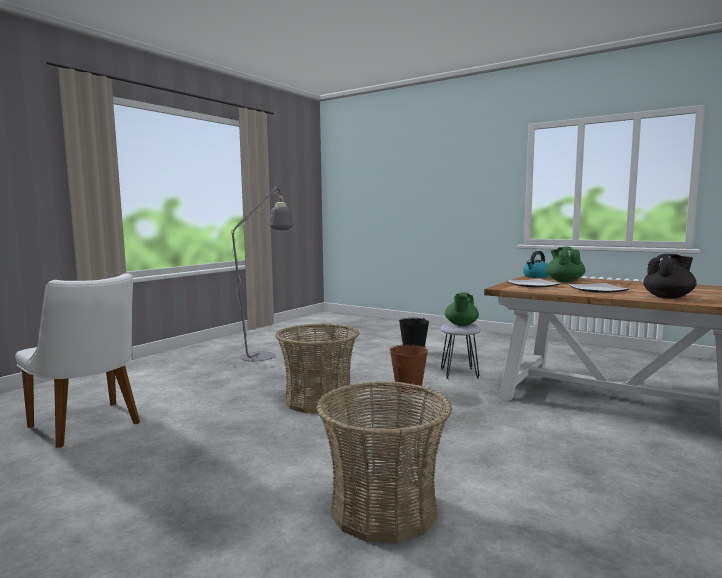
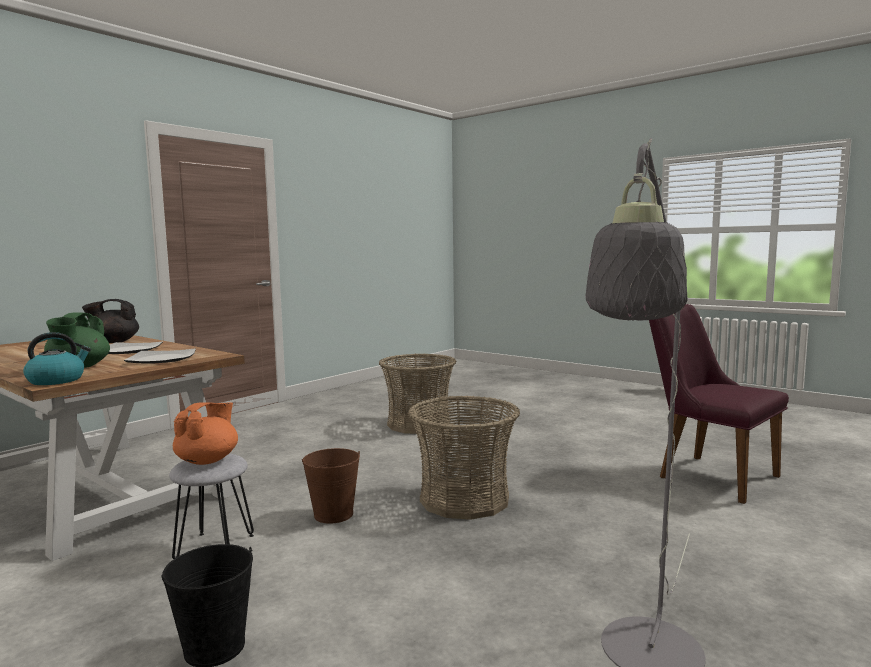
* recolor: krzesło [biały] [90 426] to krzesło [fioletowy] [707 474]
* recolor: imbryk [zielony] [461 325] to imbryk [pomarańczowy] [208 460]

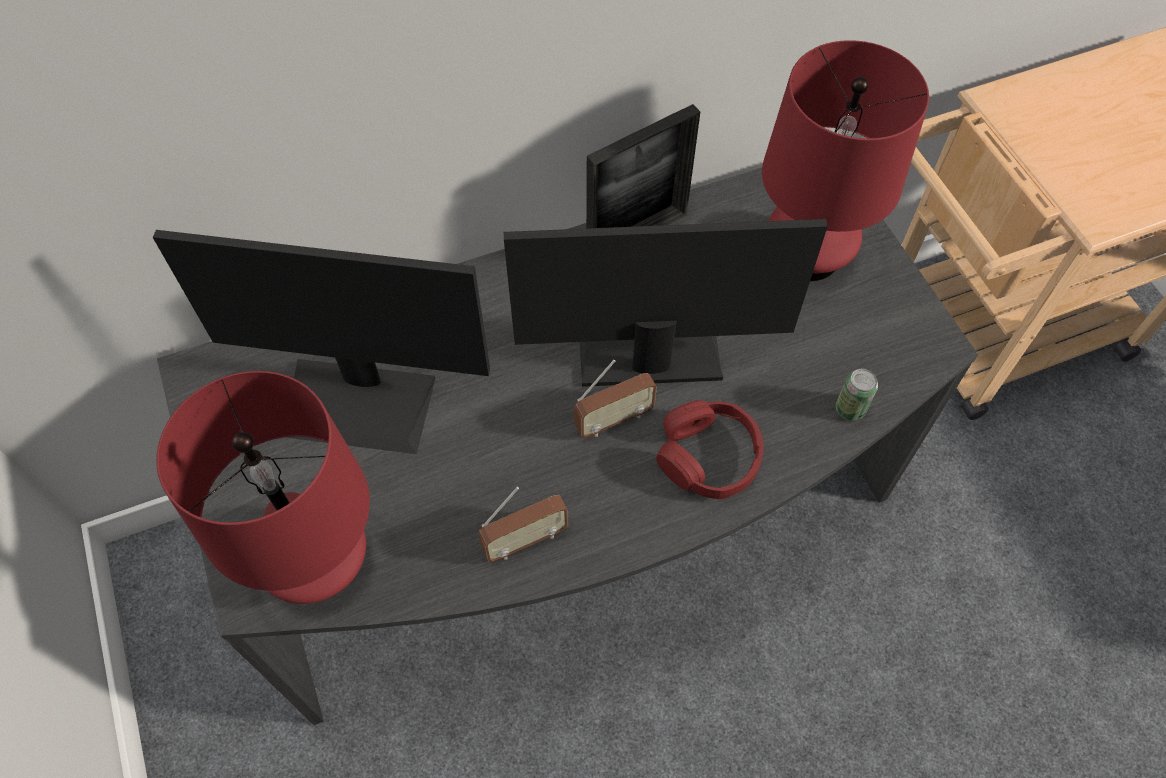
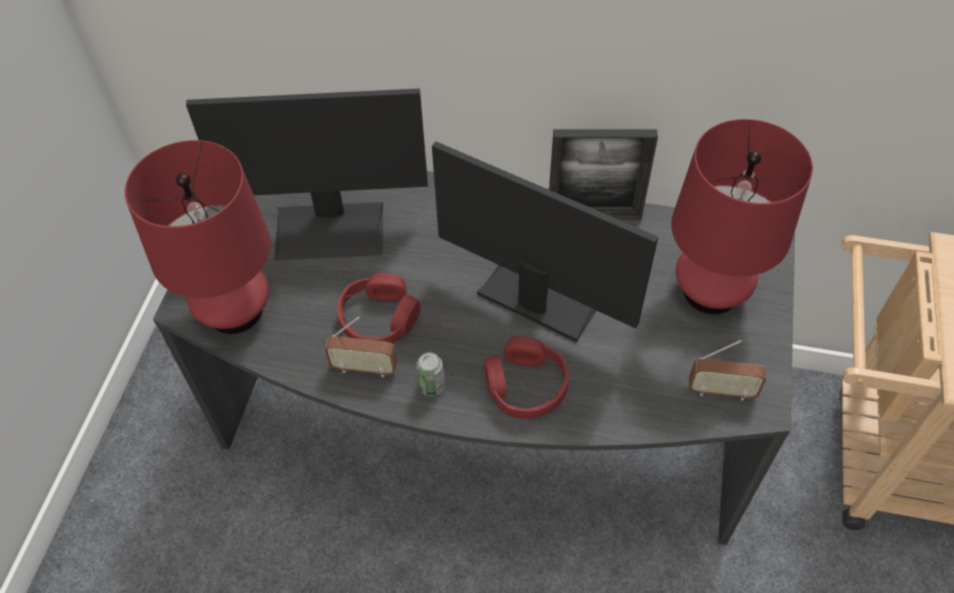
* insert: słuchawki [czerwony] [379 318]
* move: radio [613 420] to [721 391]
* move: puszka [850 409] to [431 386]
* rotate: monitor [358 403] = [330 229] 45 degrees counterclockwise

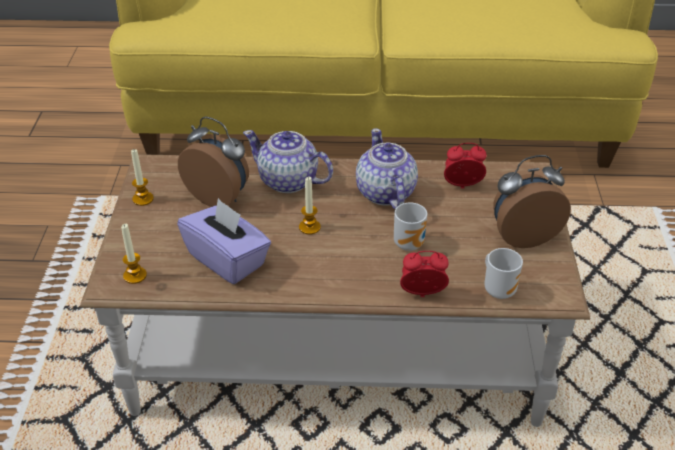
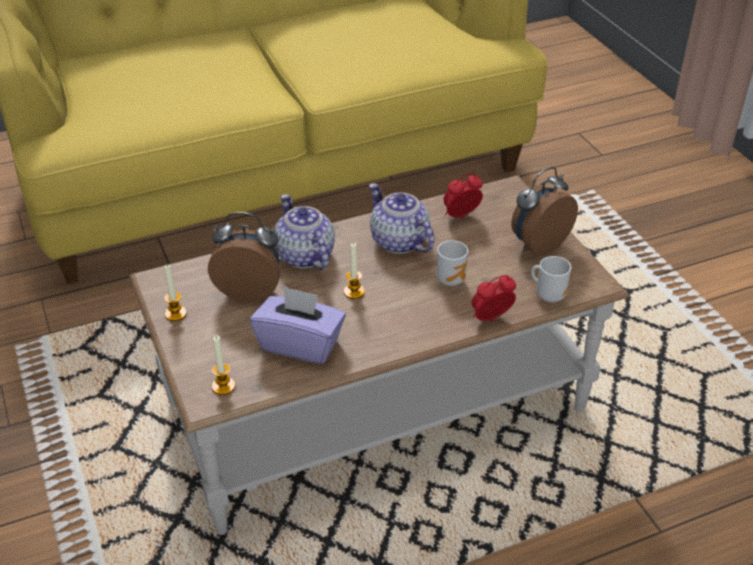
* rotate: imbryk [288 181] = [304 256] 60 degrees clockwise

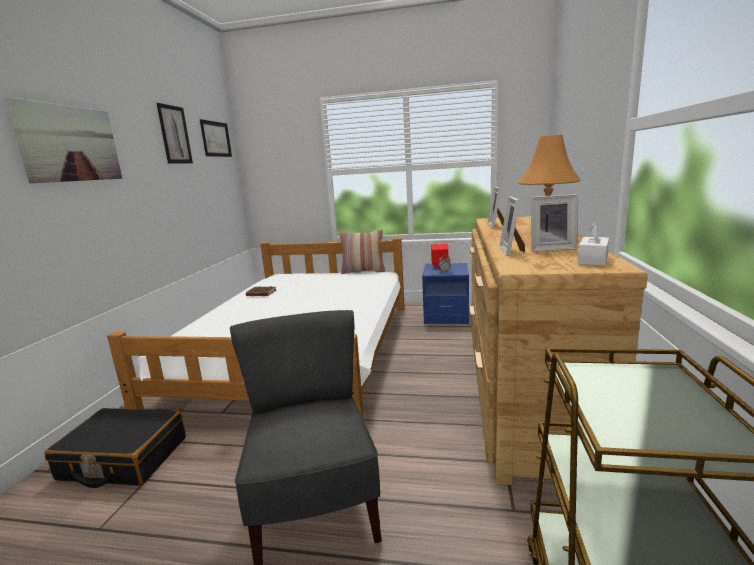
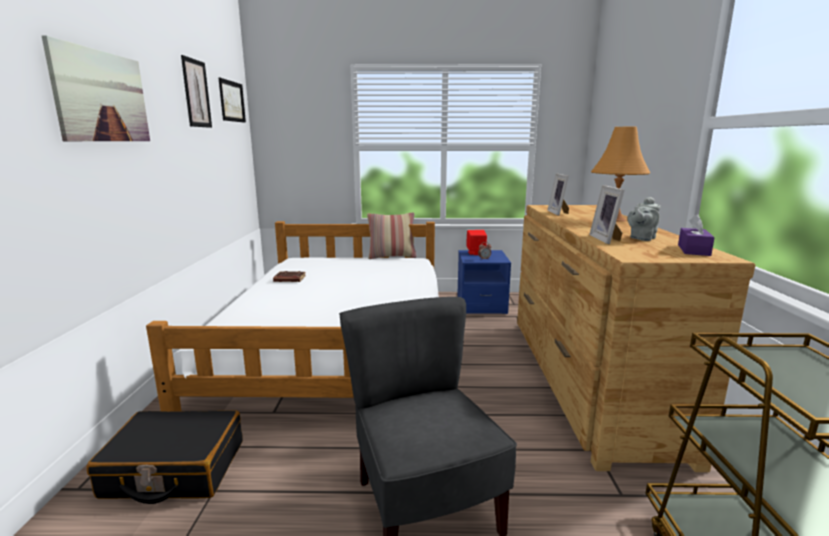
* replace: ramka na zdjęcie [551 249] to imbryk [szary] [641 238]
* recolor: pudełko chusteczek [biały] [592 260] to pudełko chusteczek [fioletowy] [693 250]

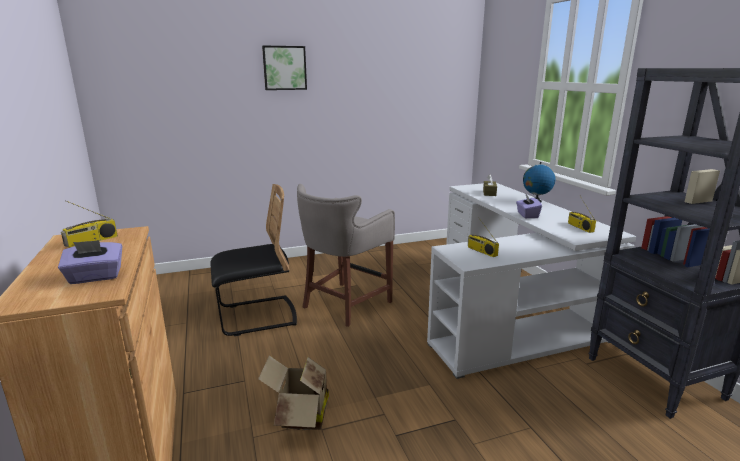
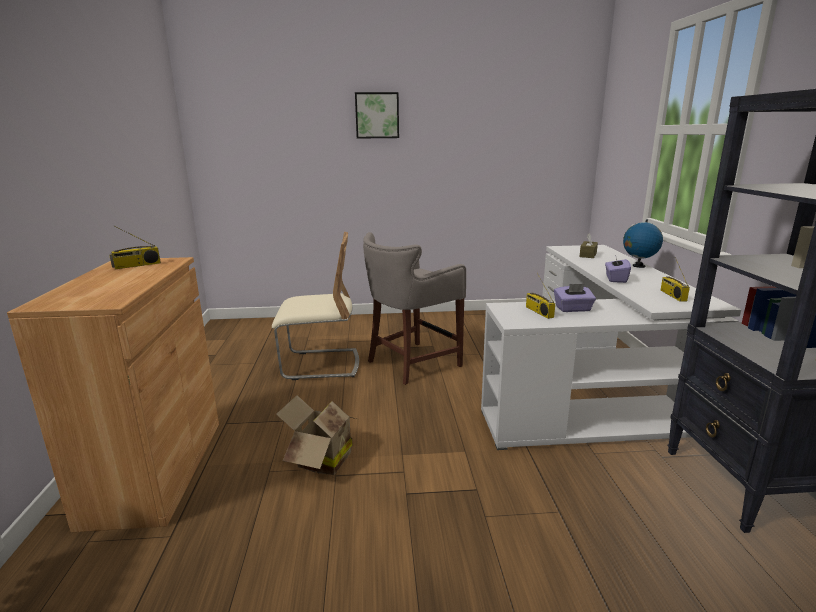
* move: pudełko chusteczek [fioletowy] [95 277] to [573 309]
* recolor: krzesło [czarny] [257 316] to krzesło [beżowy] [320 365]

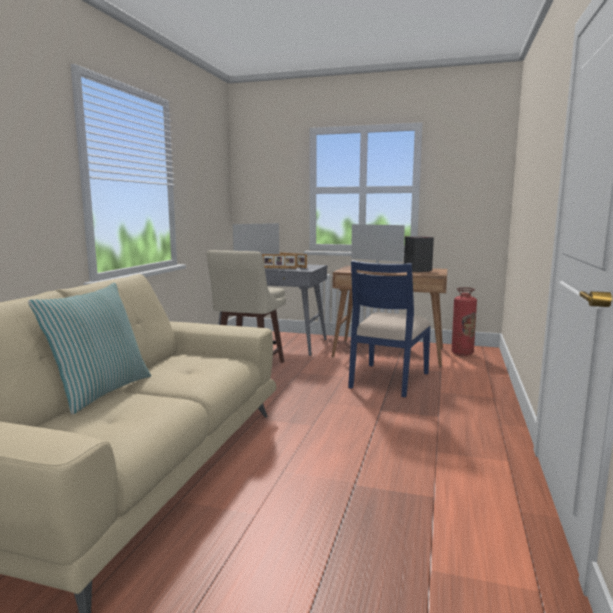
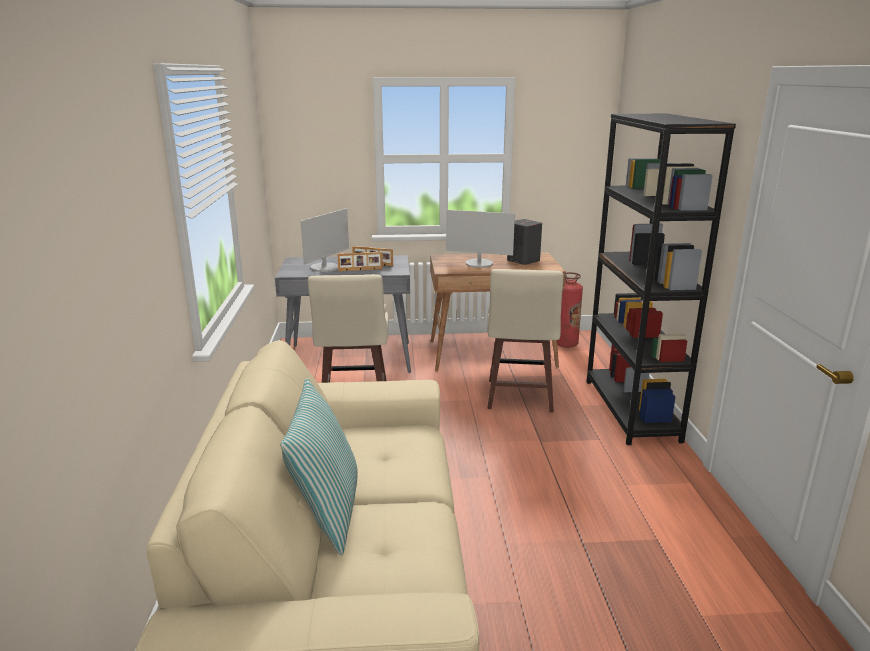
* insert: regał [czarny] [631 410]
* replace: krzesło [niebieski] [387 380] to stołek [beżowy] [519 397]

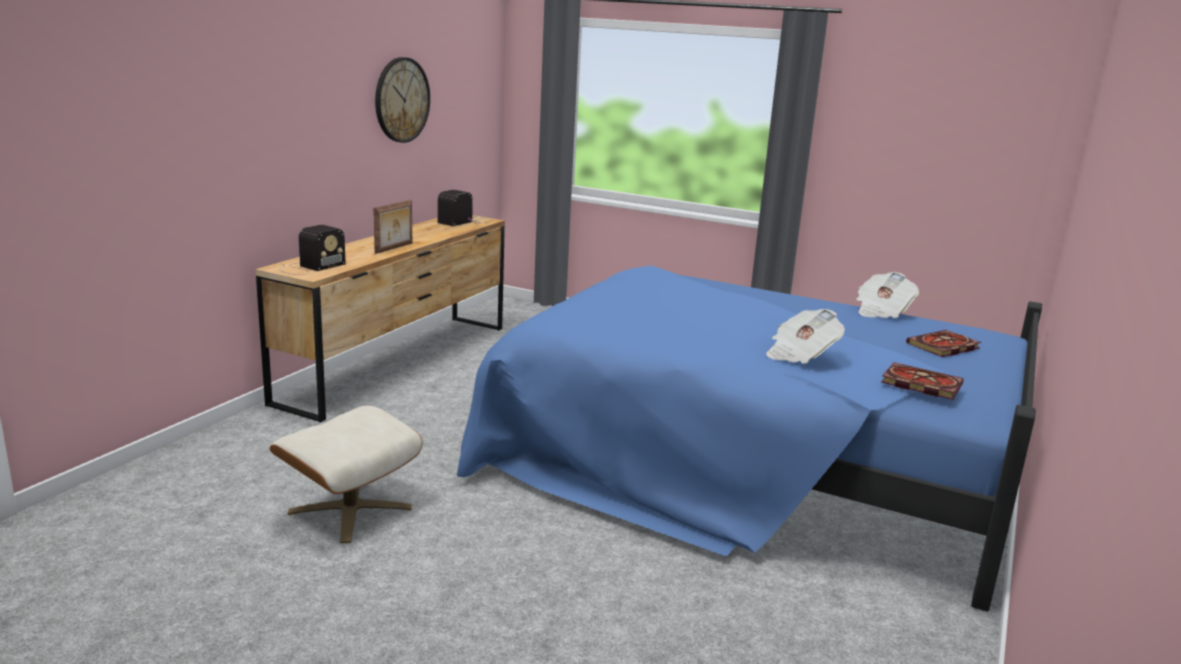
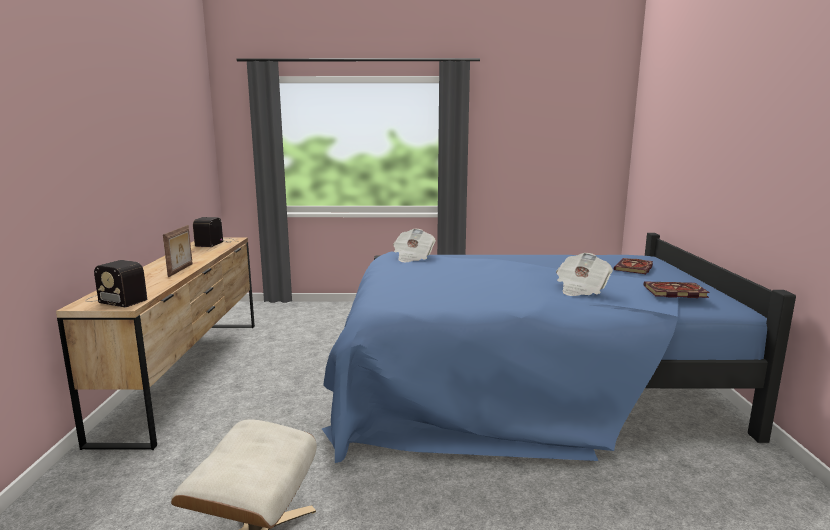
* delete: zegar ścienny [401 100]
* move: gazeta [881 311] to [413 257]
* rotate: radio [309 267] = [116 299] 105 degrees clockwise

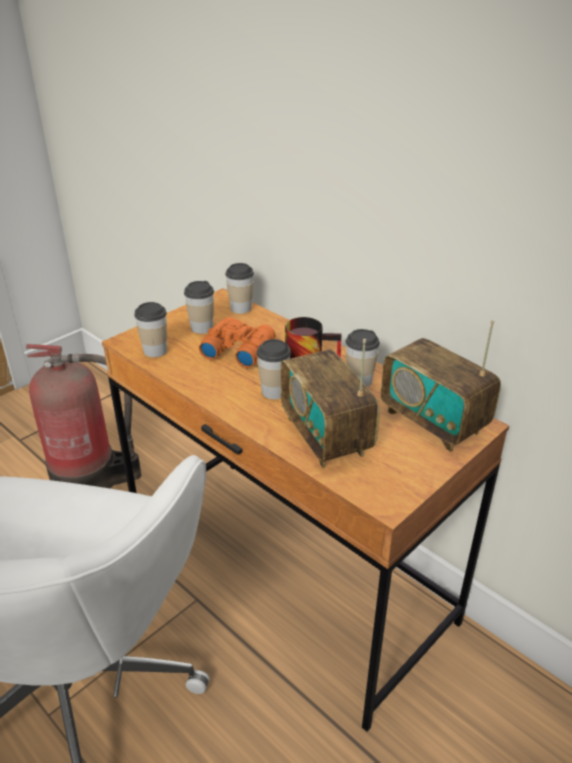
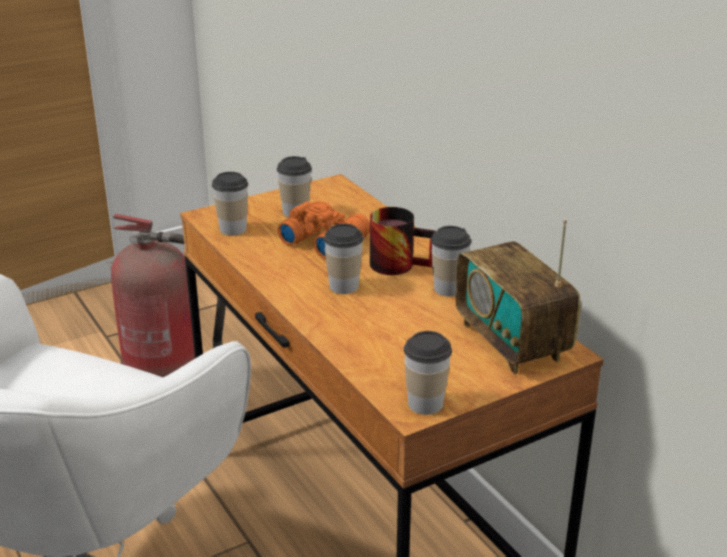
* delete: radio [326 436]
* move: filiżanka [241 308] to [425 403]

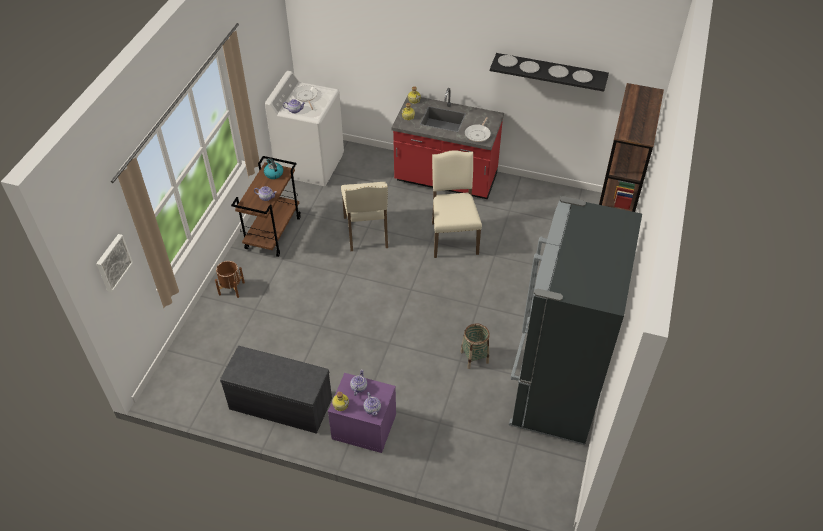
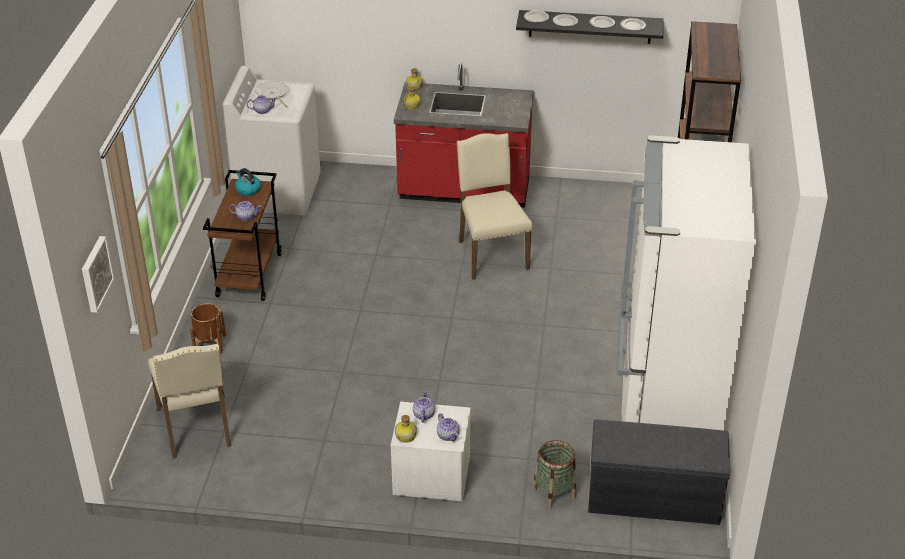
* delete: patelnia [478 134]
* move: ławka [szary] [279 404] to [652 497]
* move: krzesło [beżowy] [367 233] to [196 428]
* move: koszyk [474 357] to [554 493]
* recolor: szafka nocna [fioletowy] [363 427] to szafka nocna [biały] [430 476]
* recolor: lodówka [czarny] [555 388] to lodówka [biały] [665 403]

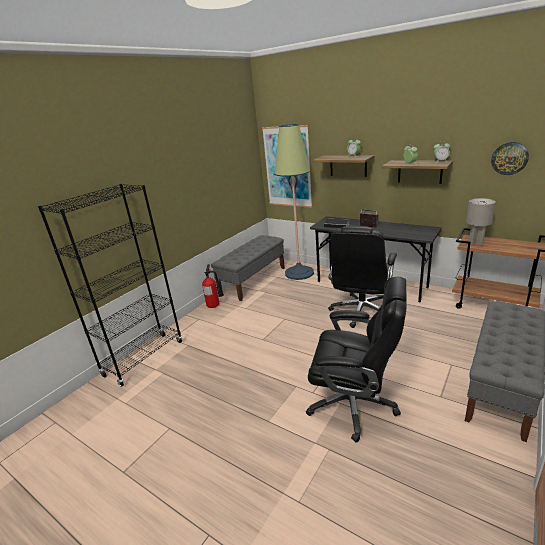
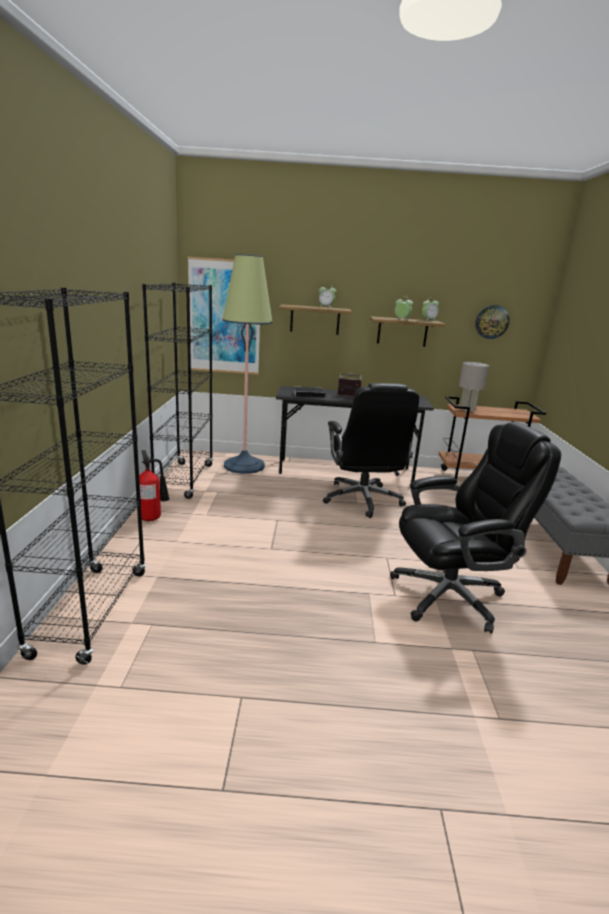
* replace: ławka [szary] [253 280] to regał [czarny] [184 480]

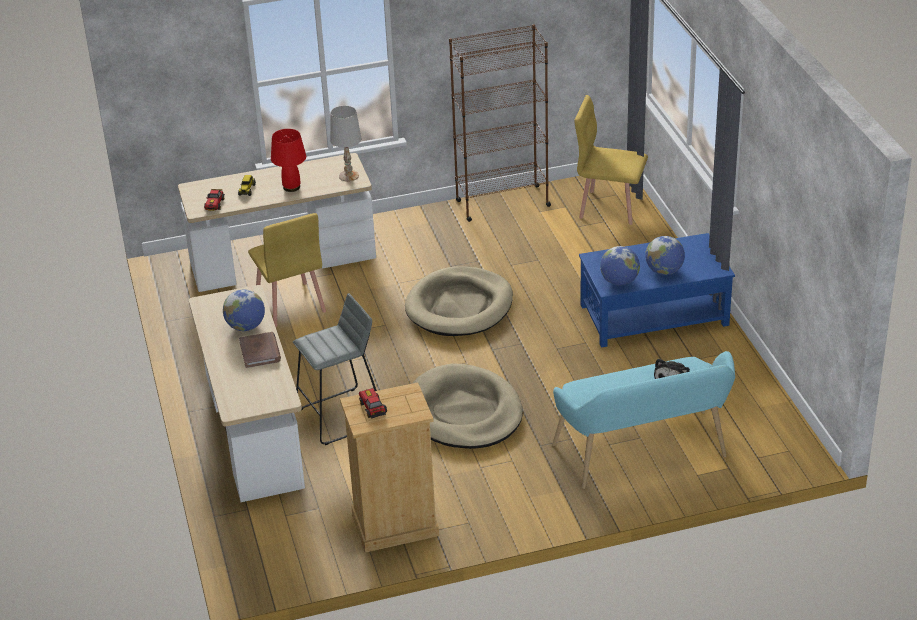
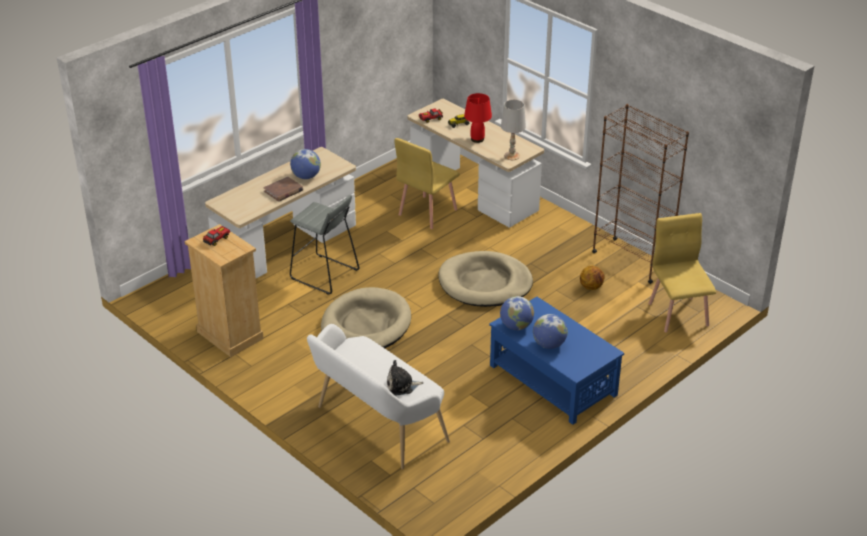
* insert: piłka do koszykówki [591 287]
* recolor: ławka [turkusowy] [644 455] to ławka [biały] [376 426]

